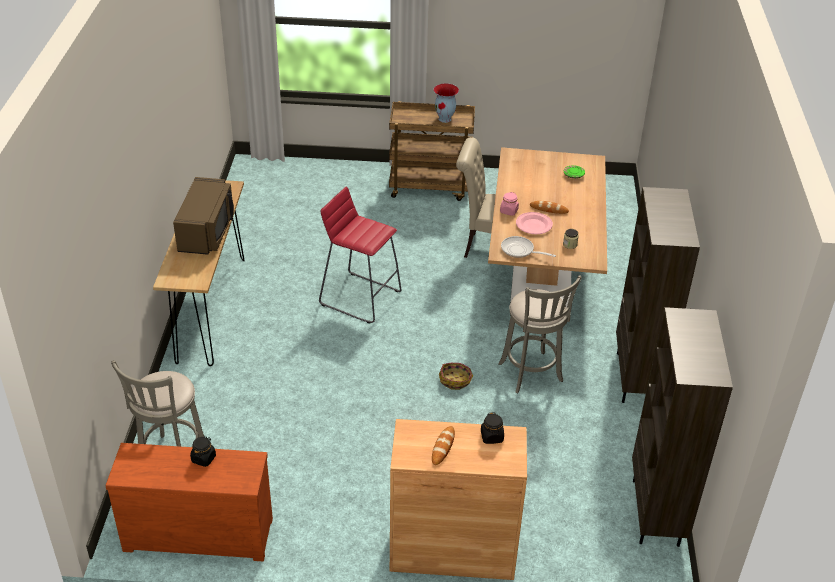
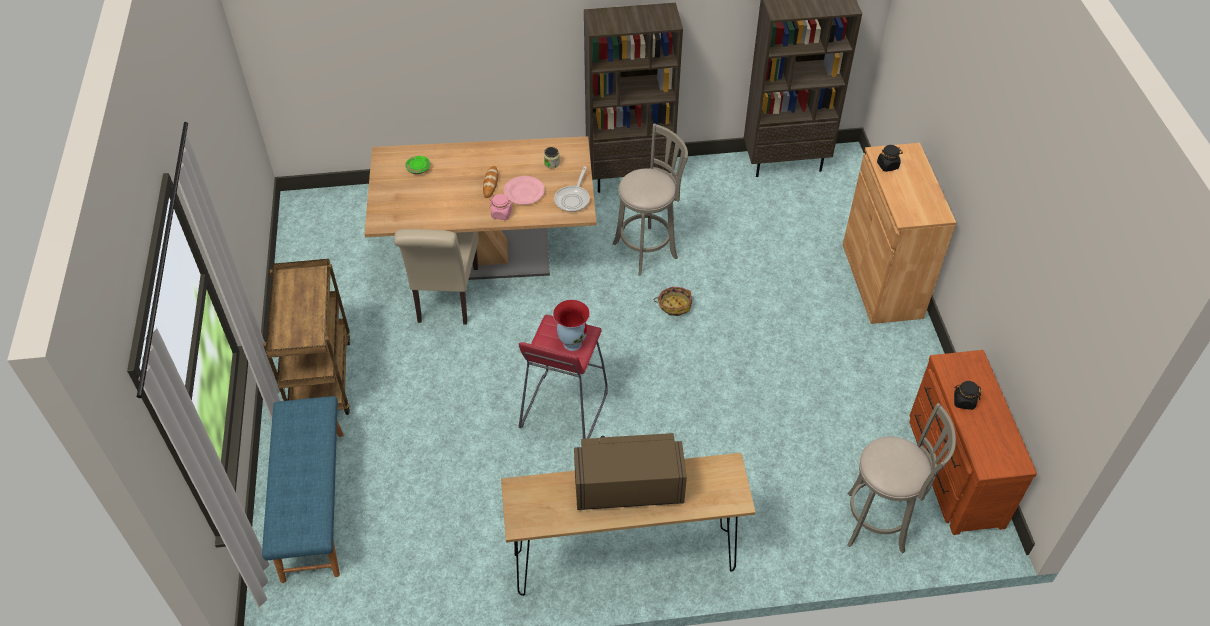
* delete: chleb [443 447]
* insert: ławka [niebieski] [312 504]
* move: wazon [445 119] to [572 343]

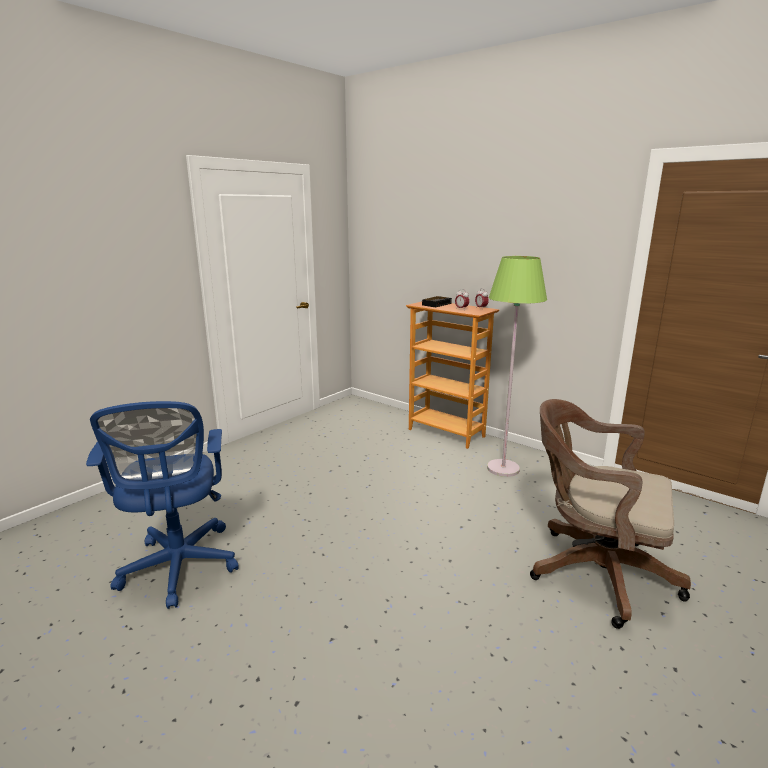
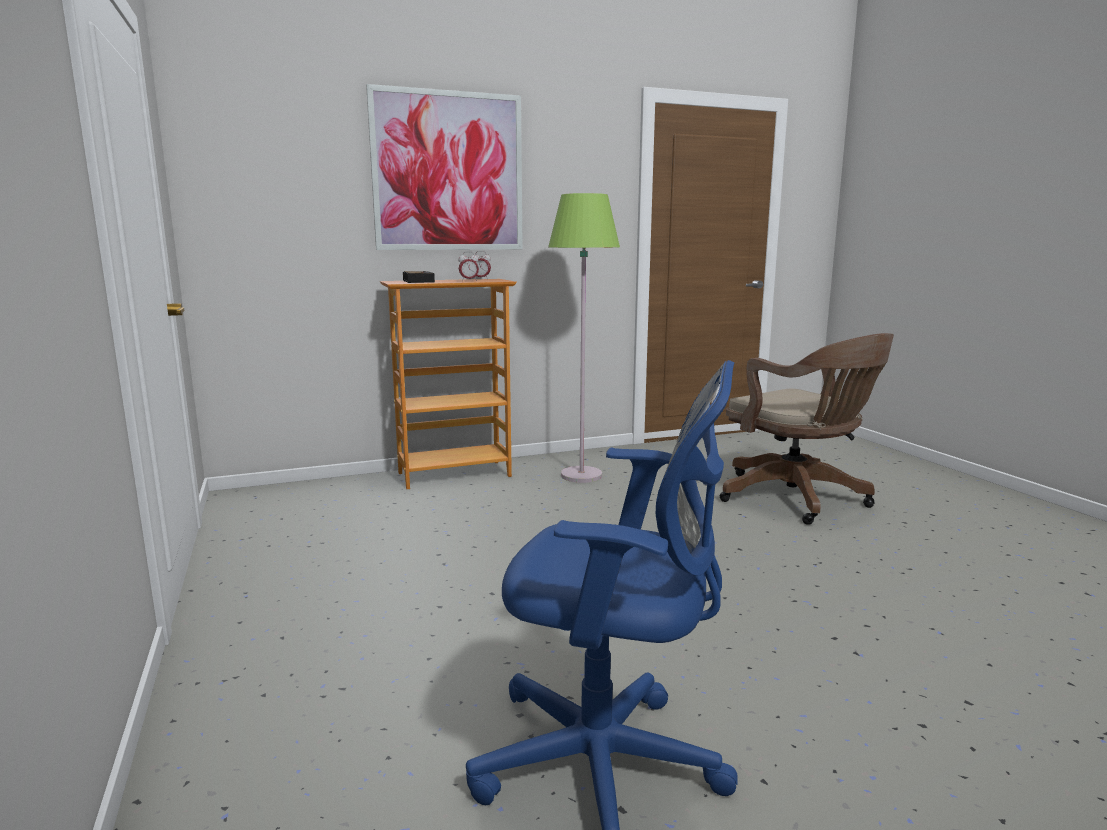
* insert: obraz [448 172]
* rotate: krzesło biurowe [brązowy] [593 571] = [798 499] 90 degrees counterclockwise

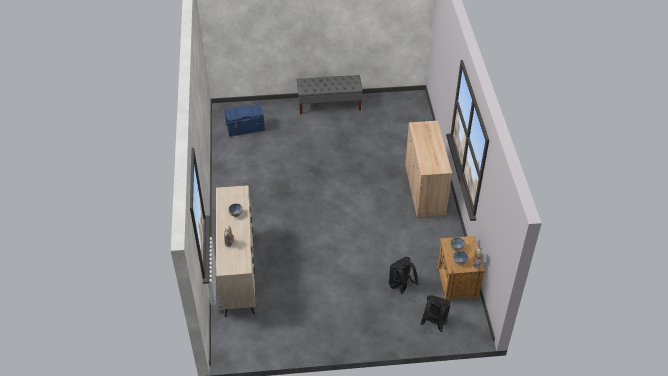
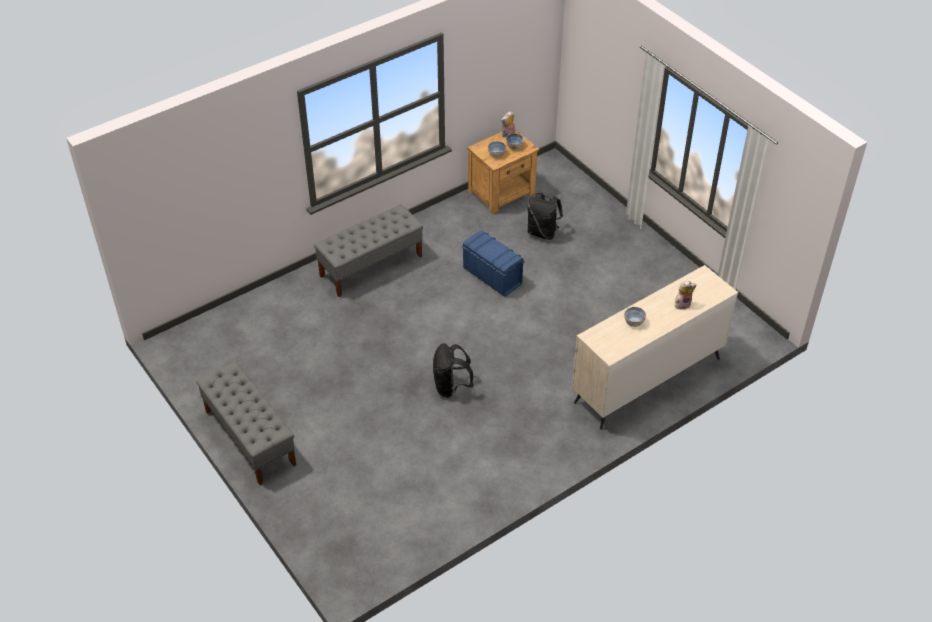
* move: pojemnik do przechowywania [niebieski] [245 129] to [492 276]
* move: plecak [czarny] [434 323] to [451 387]
* replace: szafka [beżowy] [424 190] to ławka [szary] [371 266]

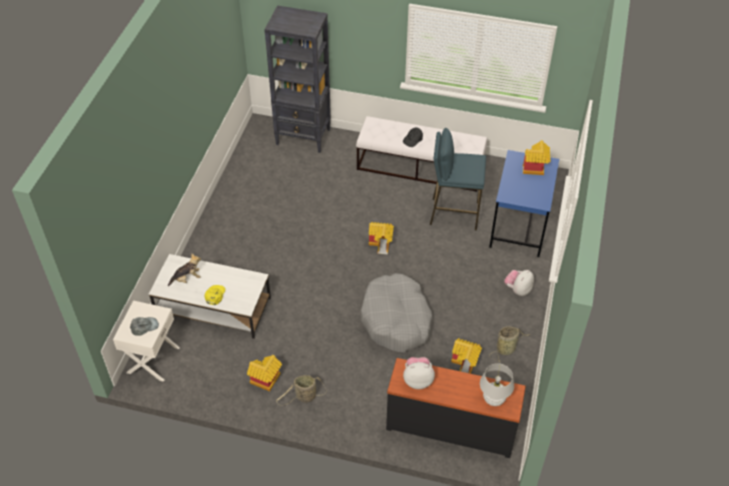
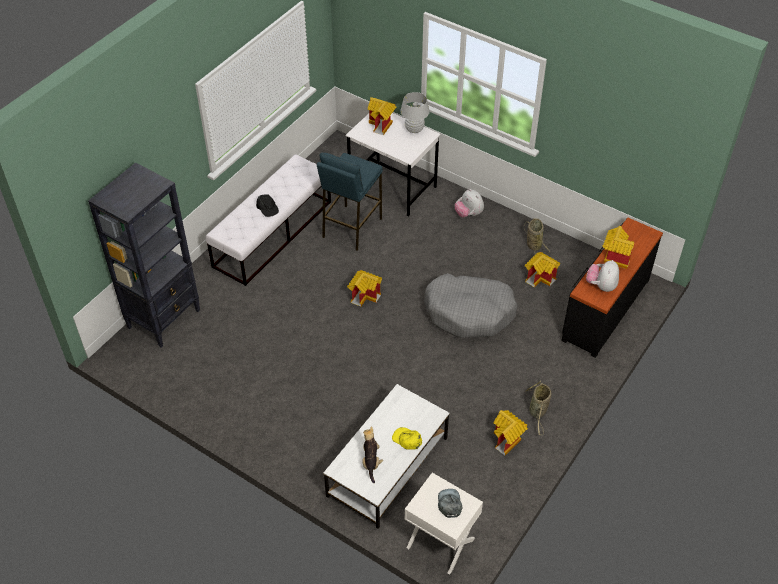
* insert: domek [614 258]
* move: lampa stołowa [biały] [494 399] to [414 129]
* recolor: biurko [niebieski] [519 227] to biurko [biały] [393 187]

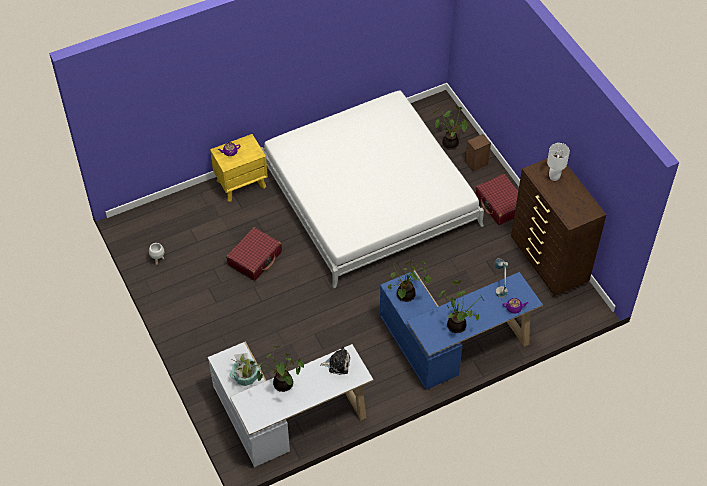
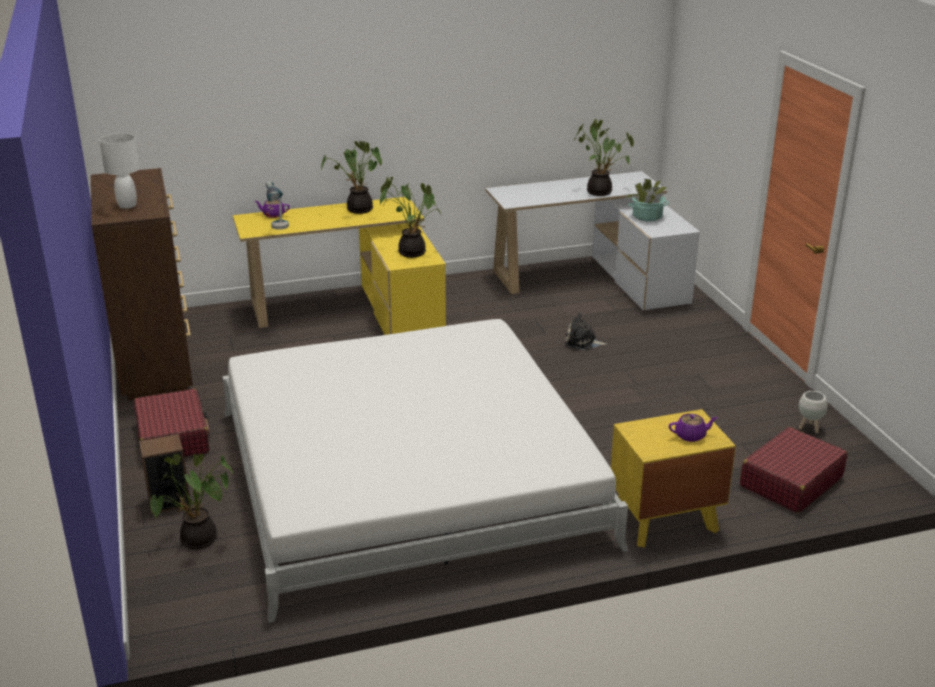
* move: walizka [czerwony] [255 258] to [790 482]
* move: pluszak [337 364] to [582 342]
* recolor: biurko [niebieski] [451 343] to biurko [żółty] [355 310]

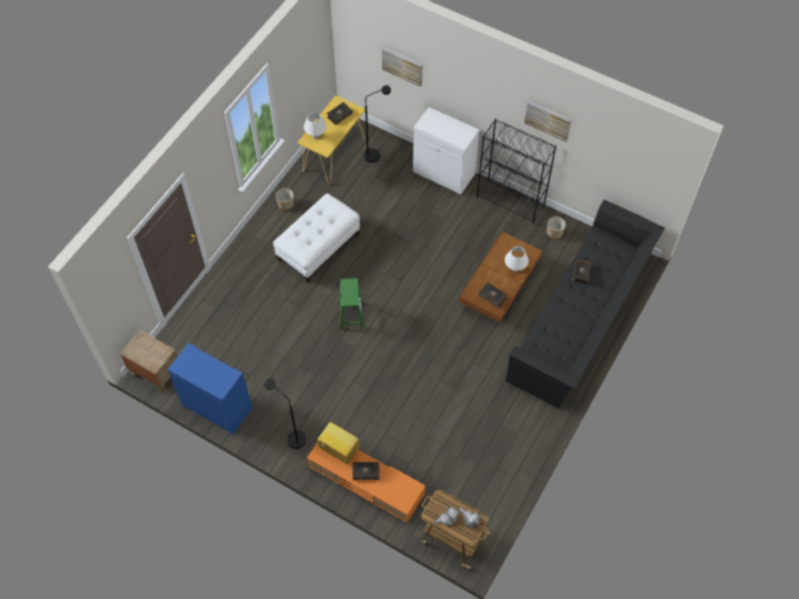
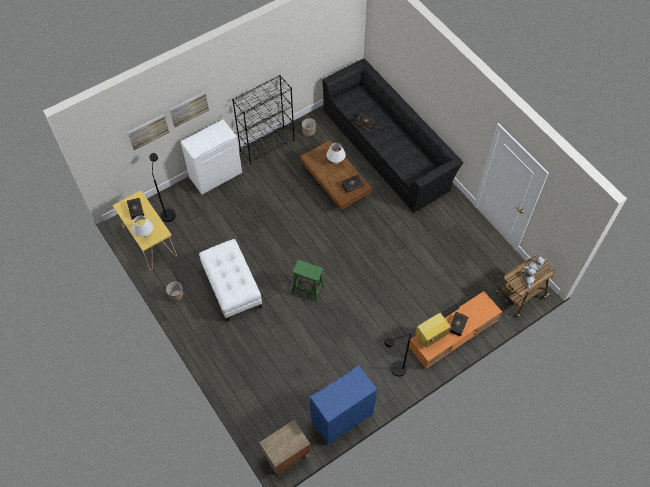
* move: obraz [548 120] to [188 108]

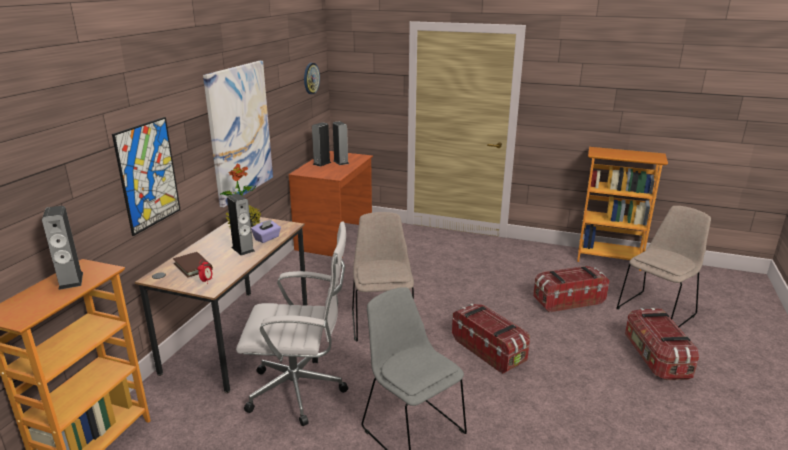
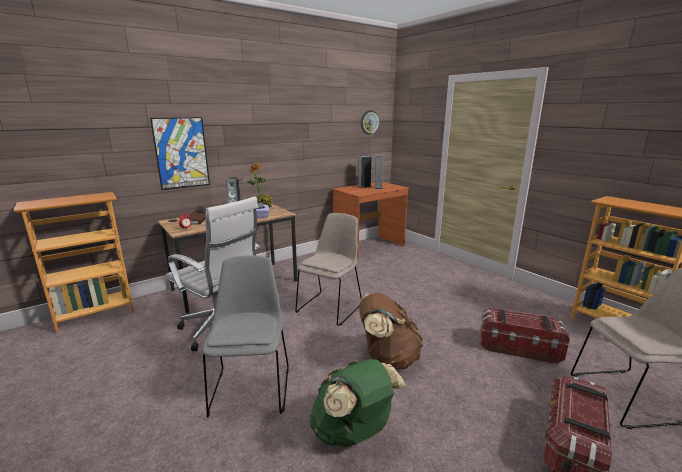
* delete: głośnik [71 280]
* delete: obraz [239 131]
* insert: plecak [zielony] [353 432]
* replace: pojemnik do przechowywania [489 350] to plecak [brązowy] [387 358]

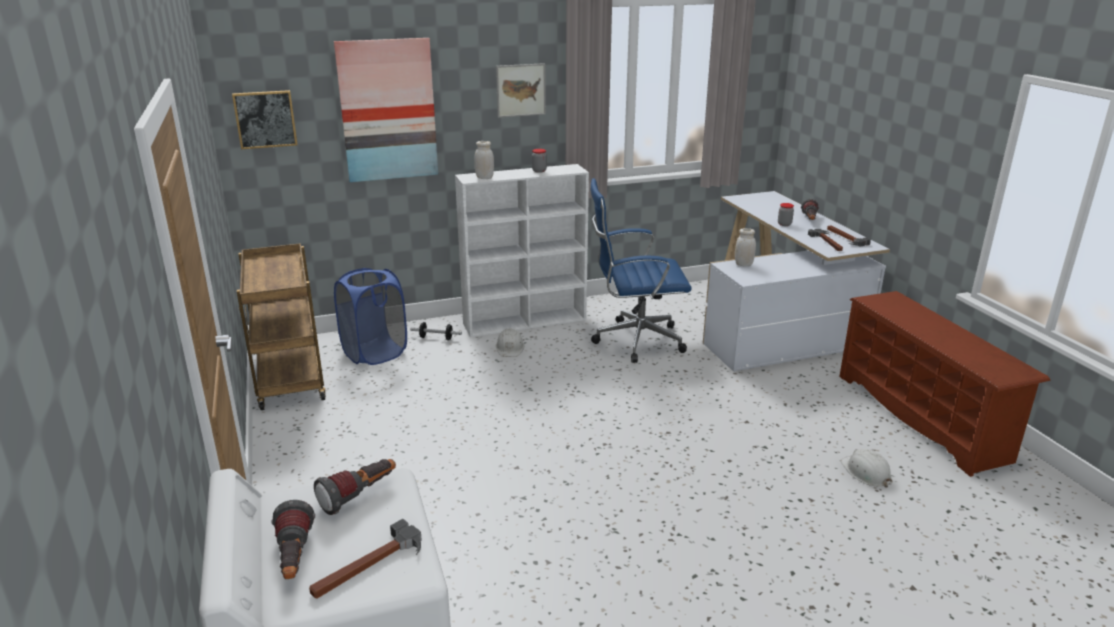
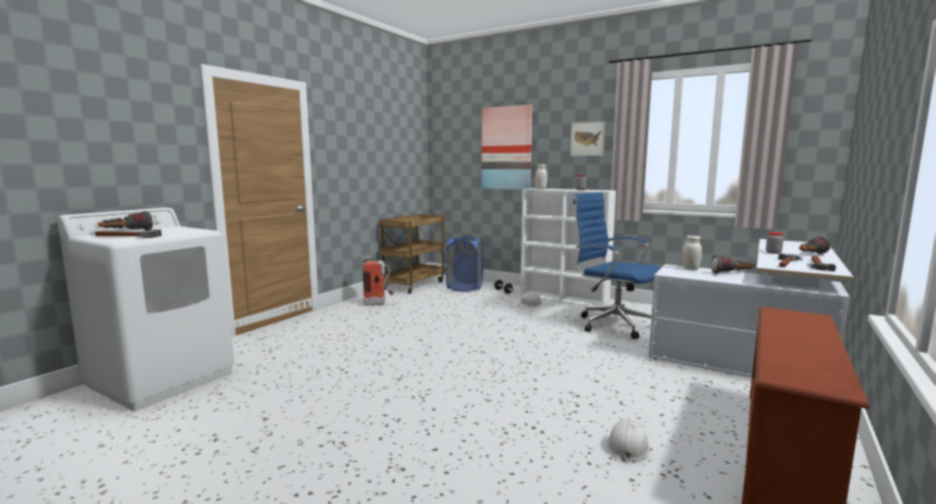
* delete: obraz [265 119]
* insert: gaśnica [379 304]
* move: latarka [360 496] to [732 273]

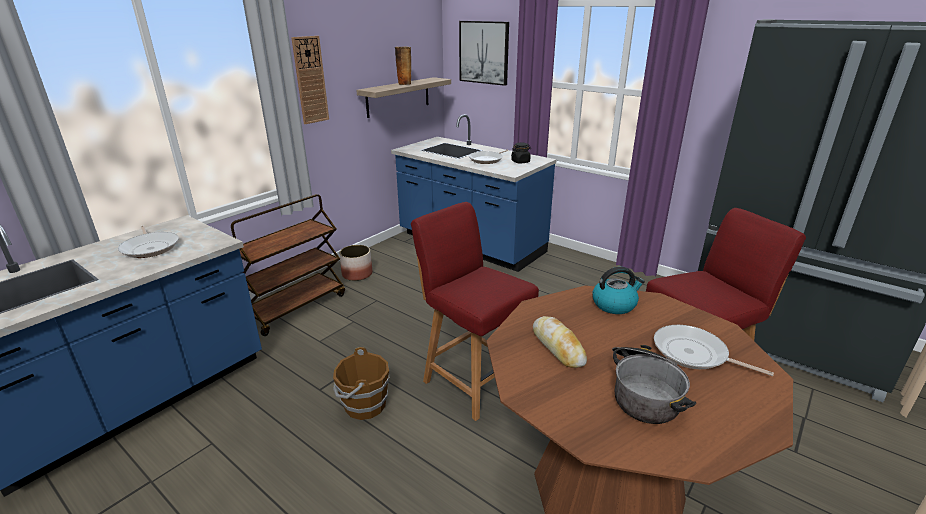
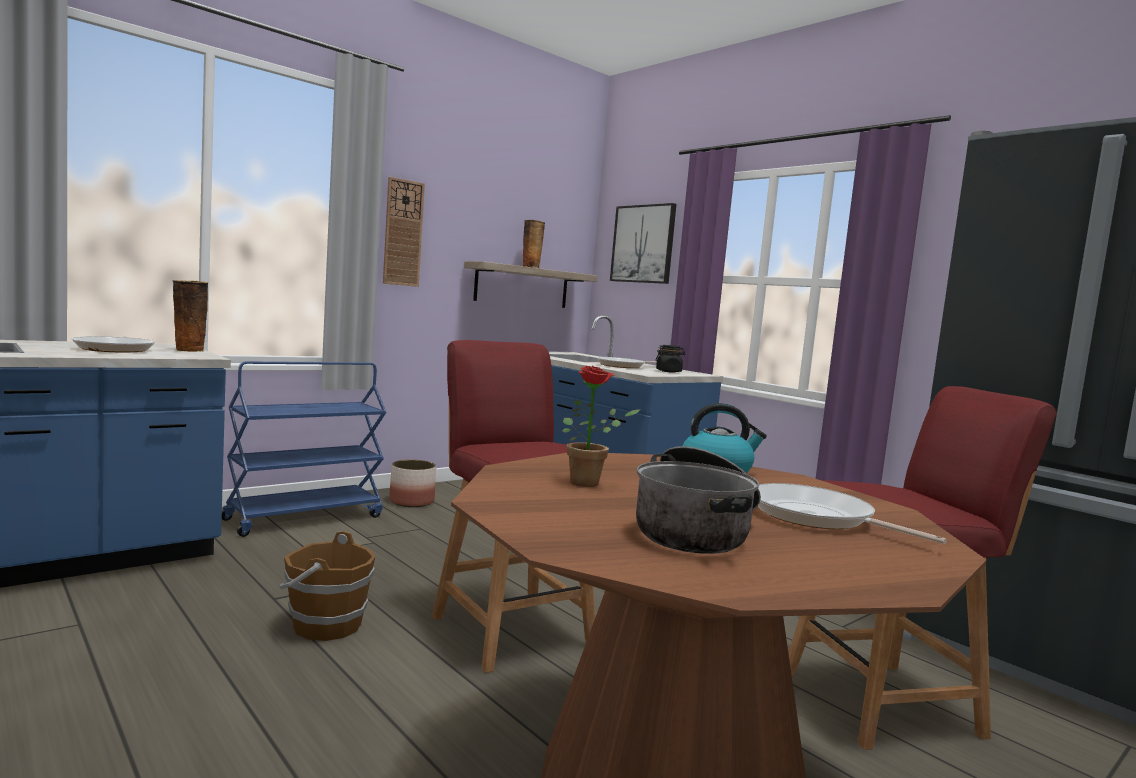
* insert: wazon [189 350]
* replace: chleb [558 347] to roślina doniczkowa [590 483]
* recolor: wózek [brązowy] [295 307] to wózek [niebieski] [305 517]

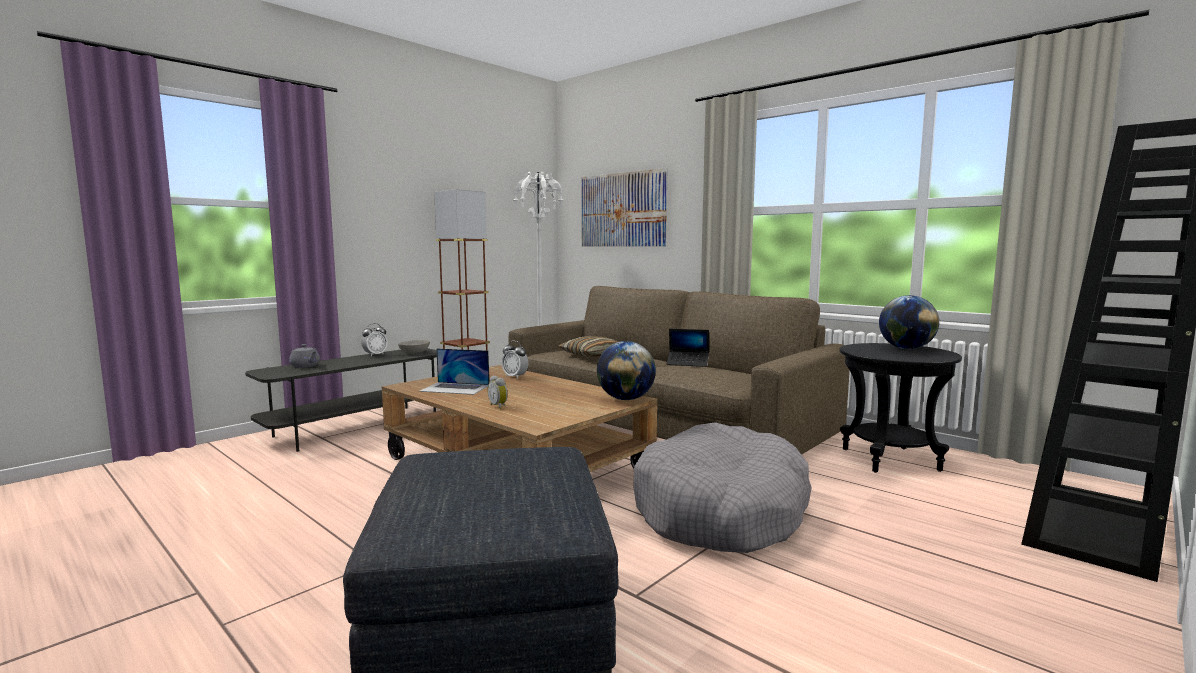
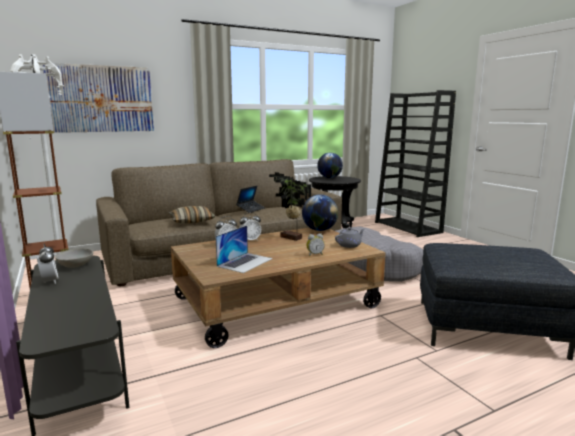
* insert: budzik [250 240]
* insert: roślina doniczkowa [290 238]
* move: imbryk [szary] [305 366] to [349 245]

